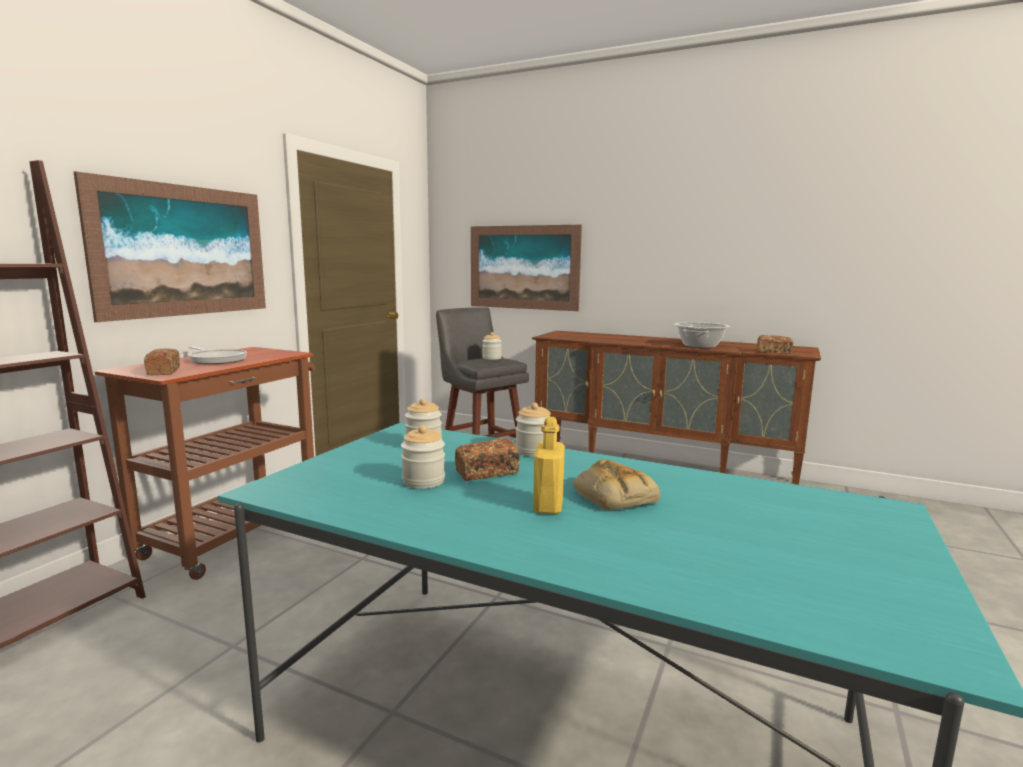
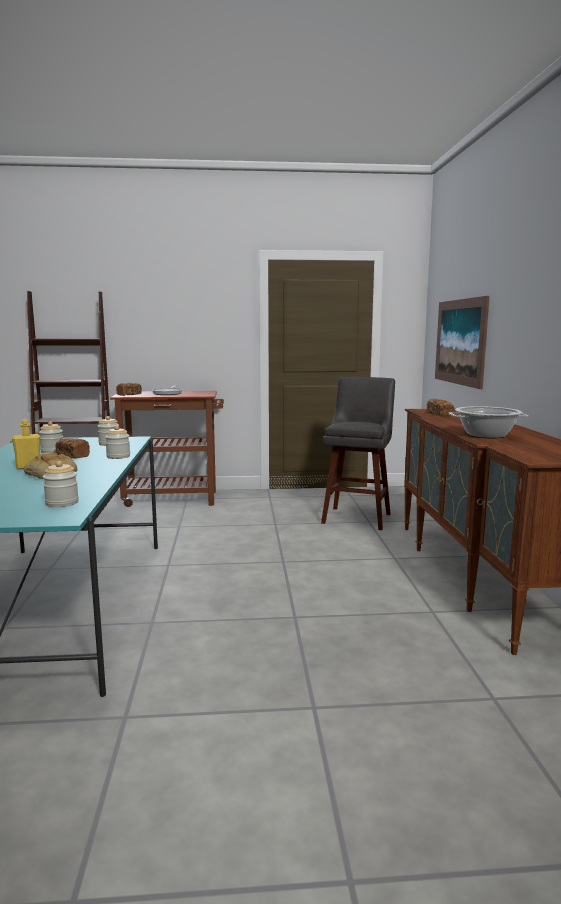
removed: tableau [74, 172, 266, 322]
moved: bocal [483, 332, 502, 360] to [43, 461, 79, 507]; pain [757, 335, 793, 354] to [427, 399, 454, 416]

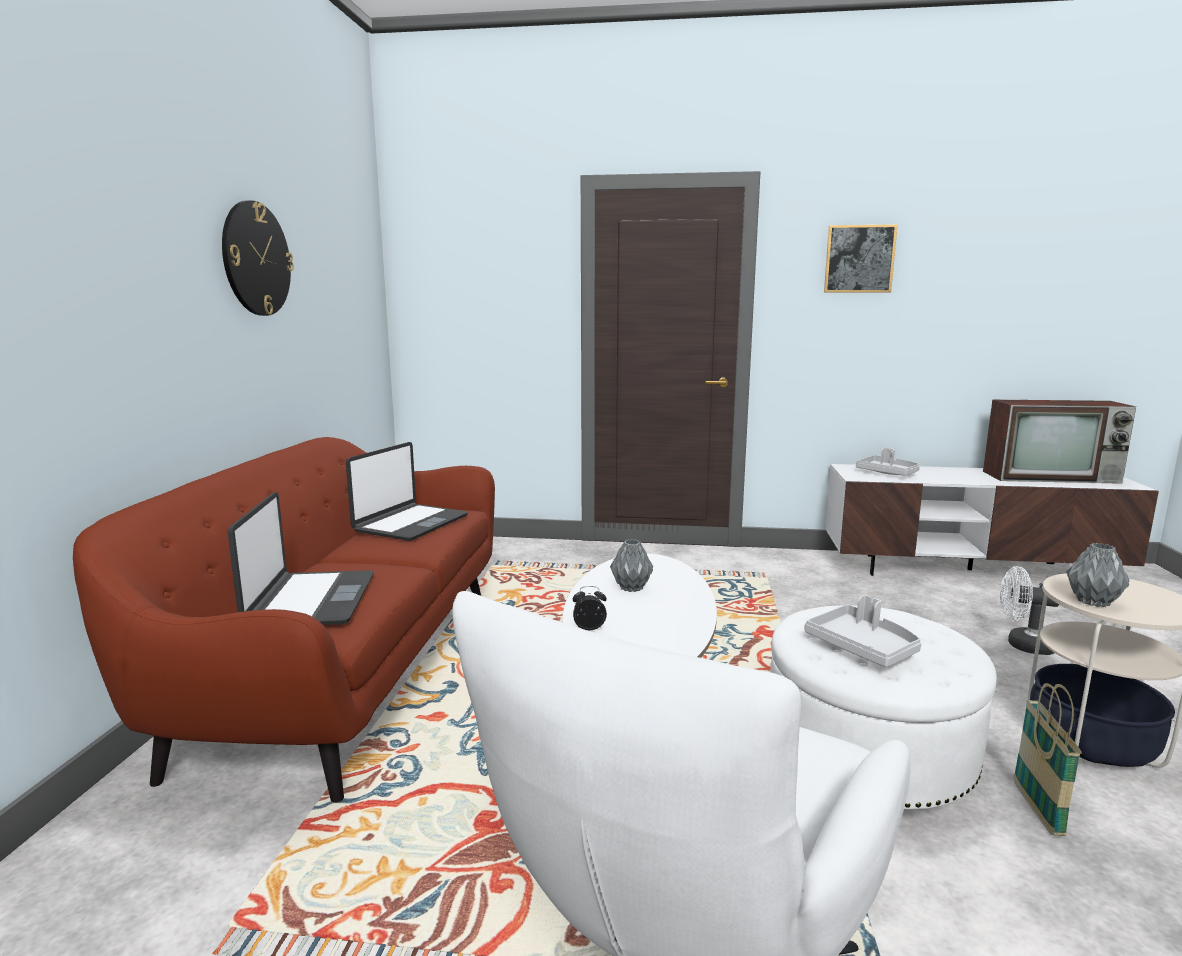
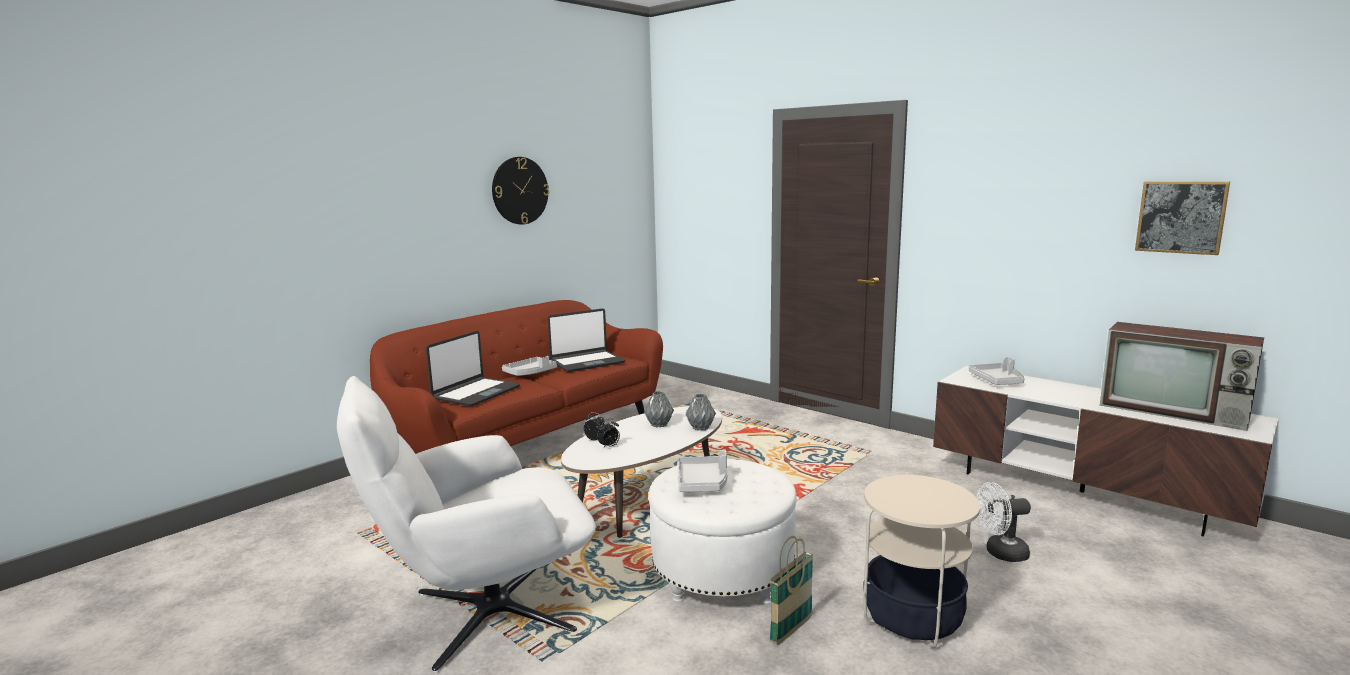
added: plateau [gris] [502, 356, 557, 376]; réveil [597, 419, 620, 449]
moved: tableau [824, 224, 898, 293] to [1135, 181, 1230, 255]; vase [gris] [1066, 543, 1130, 607] to [686, 394, 716, 431]
turned: ventilateur [blanc] [1000, 566, 1059, 655] = [977, 482, 1031, 562] 60 degrees counterclockwise

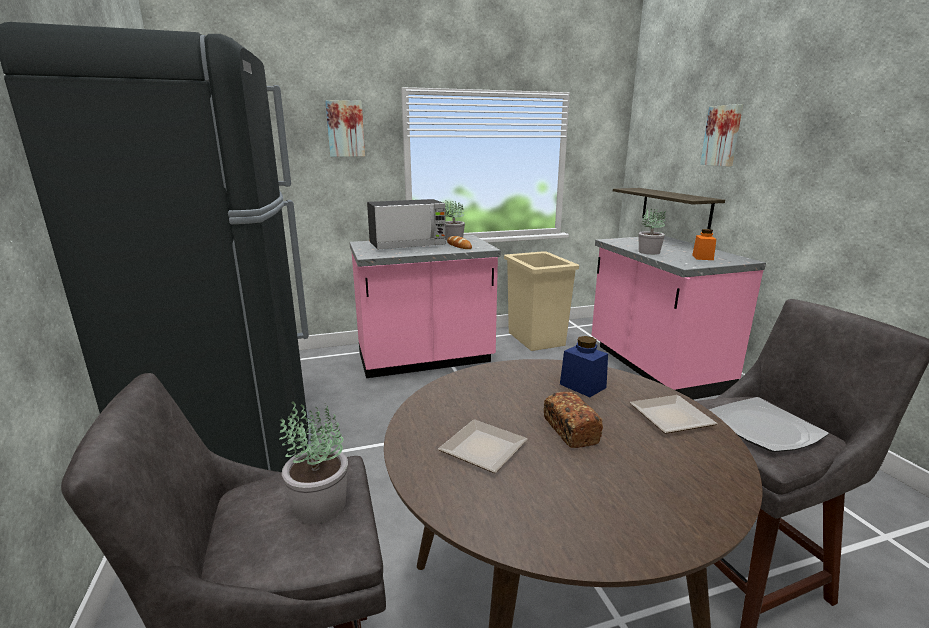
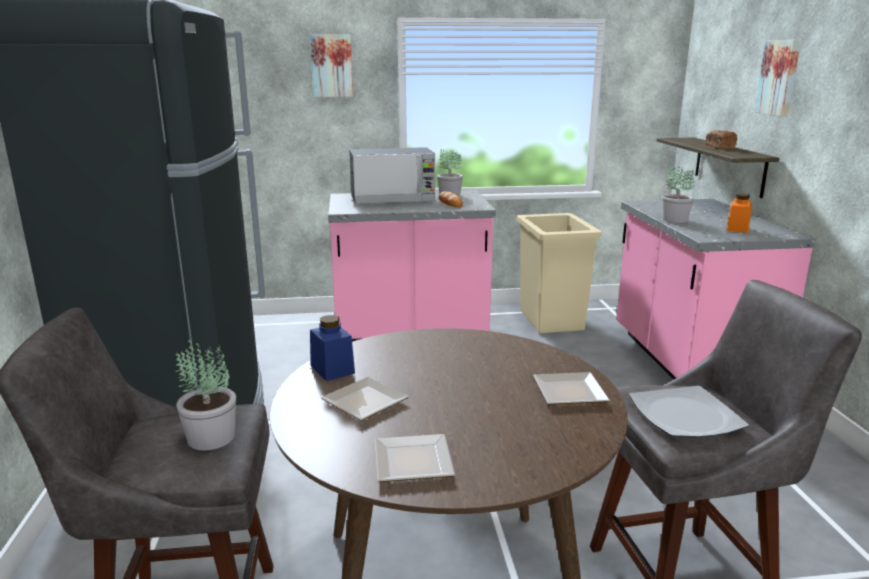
added: assiette [375, 434, 455, 482]
moved: pain [544, 391, 603, 448] to [705, 130, 738, 149]; bocal [bleu] [560, 336, 608, 397] to [310, 315, 355, 381]

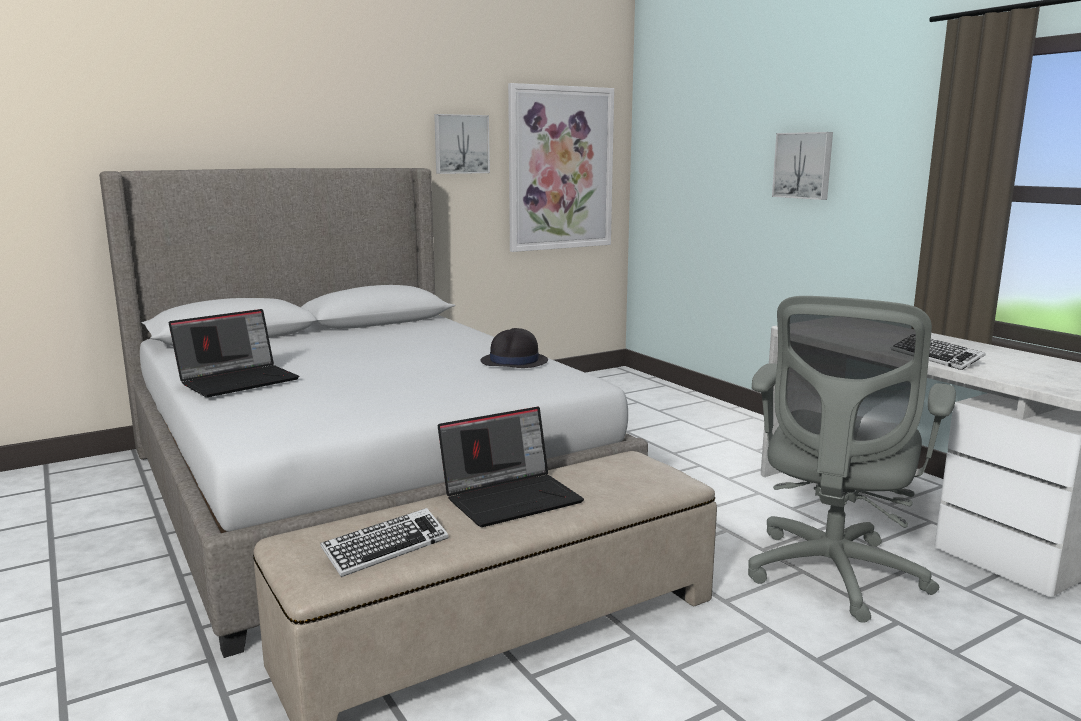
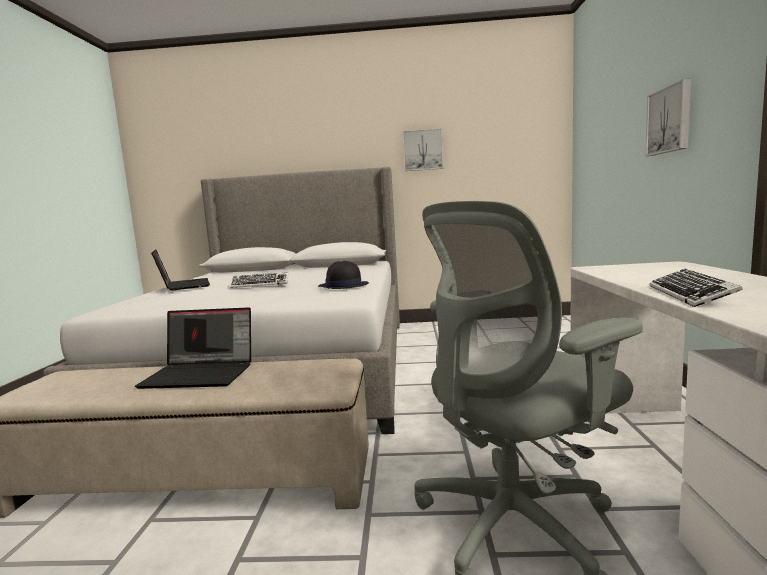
removed: tableau [508, 83, 614, 252]
moved: clavier [320, 508, 449, 577] to [230, 272, 288, 288]
turned: ordinateur portable [169, 309, 299, 397] = [151, 249, 210, 291] 105 degrees counterclockwise

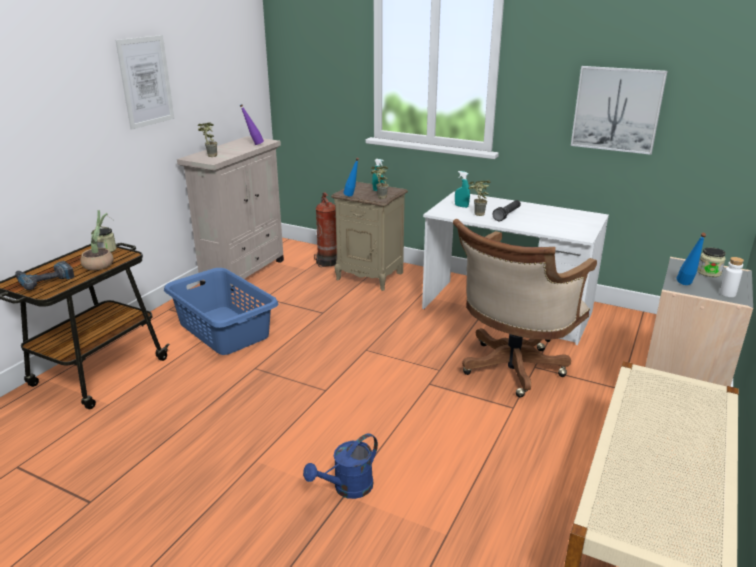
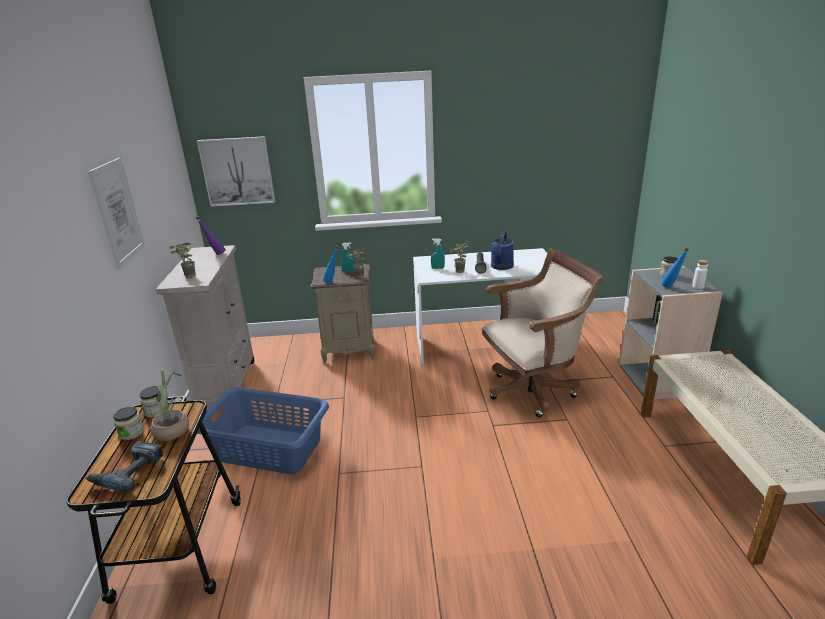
removed: extincteur [314, 192, 337, 267]
added: bocal [113, 407, 144, 440]
moved: arrosoir [bleu] [303, 433, 378, 499] to [491, 232, 514, 270]; tableau [571, 66, 668, 155] to [197, 136, 276, 207]
turned: chaise de bureau [453, 219, 597, 397] = [482, 248, 605, 417] 120 degrees counterclockwise

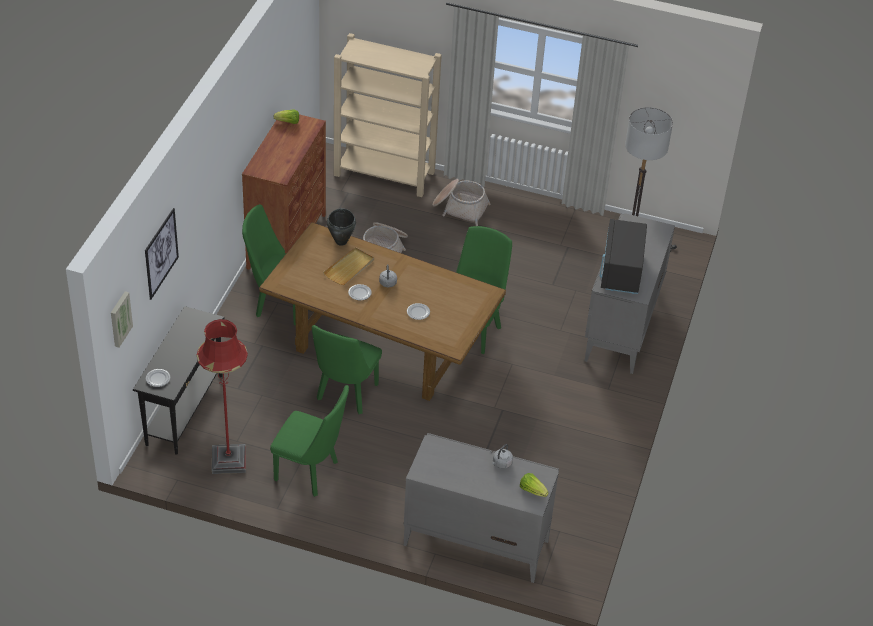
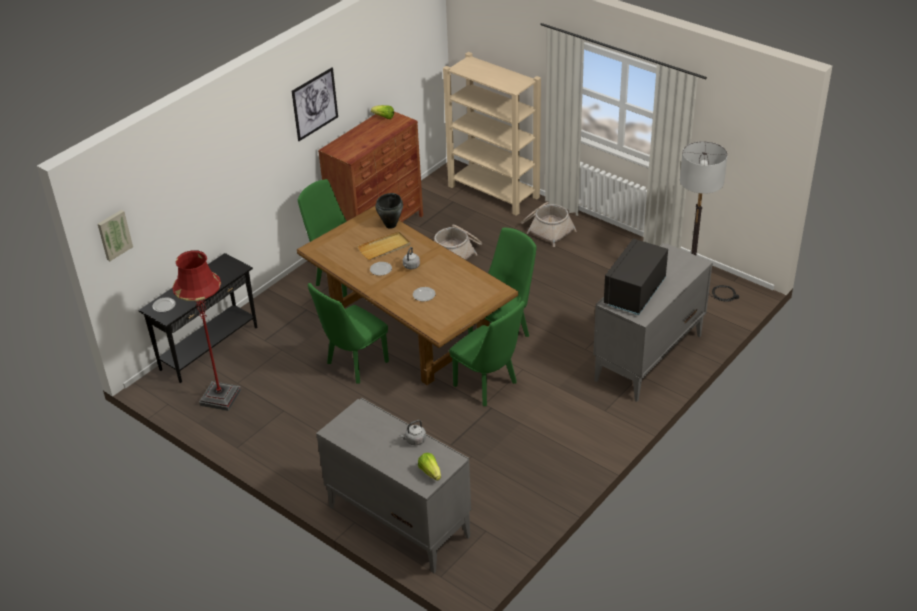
moved: tableau [145, 208, 179, 300] to [292, 67, 338, 141]; chaise [vert] [270, 385, 349, 497] to [449, 301, 525, 406]

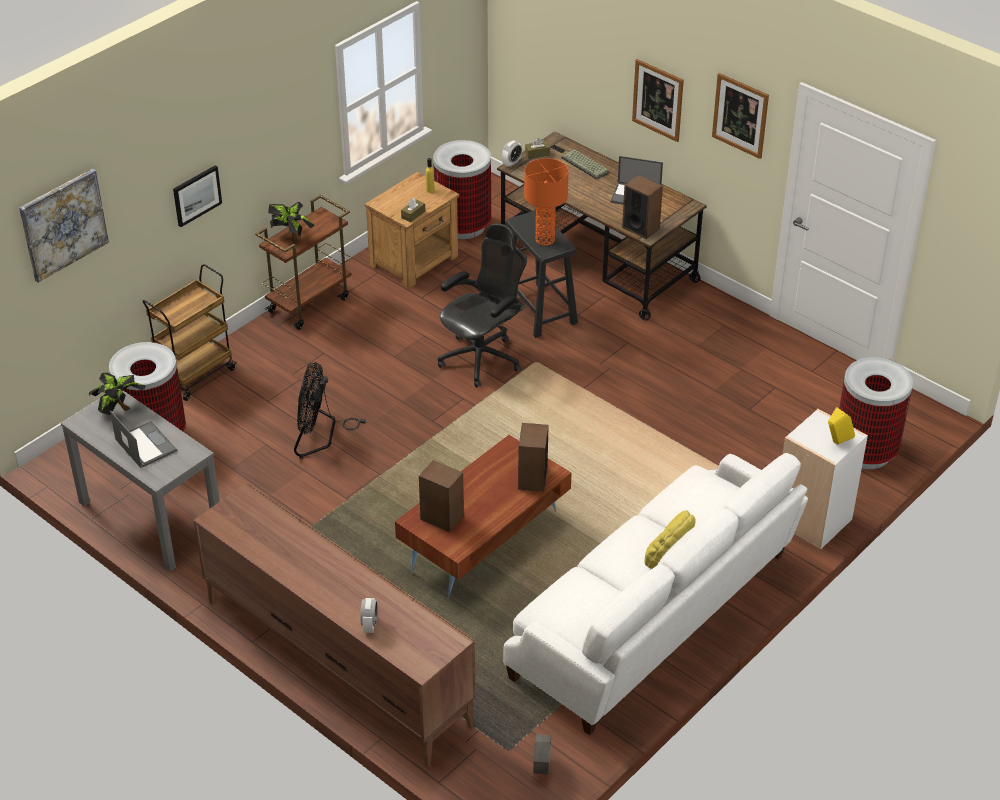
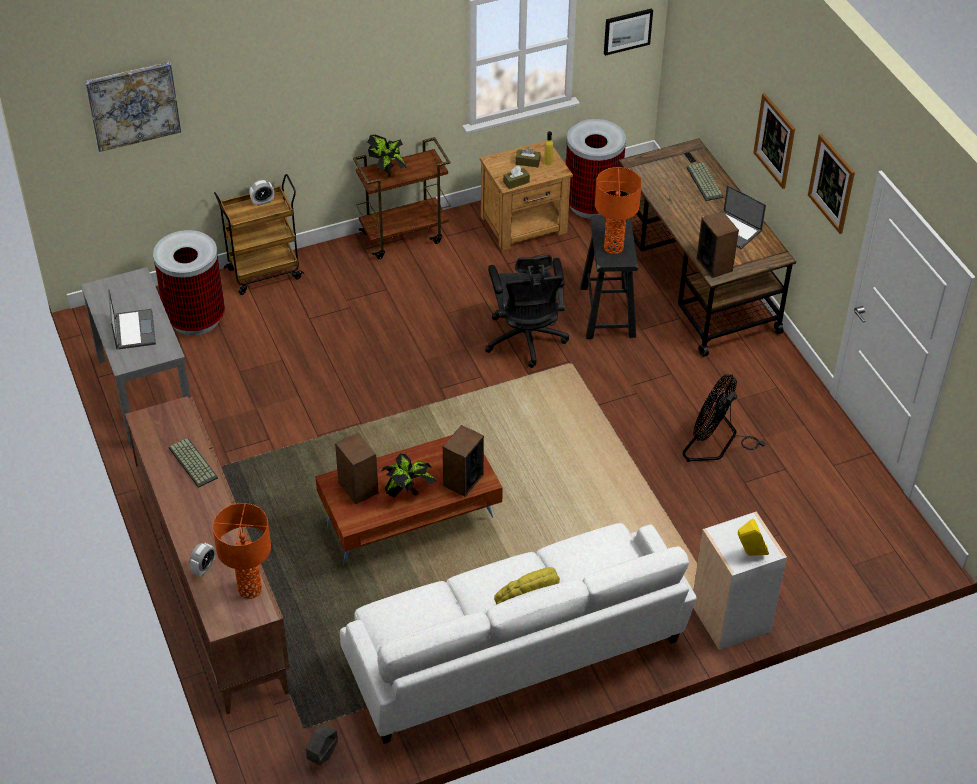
removed: poubelle [839, 357, 913, 469]
added: clavier [169, 438, 218, 488]; lampe de table [orange] [213, 503, 271, 599]
moved: plante en pot [89, 373, 146, 415] to [381, 454, 437, 498]; tableau [173, 165, 222, 227] to [604, 8, 653, 56]; ventilateur [noir] [294, 362, 366, 459] to [683, 374, 766, 462]; réveil [502, 141, 522, 167] to [249, 180, 274, 206]; boîte à mouchoirs [marron] [525, 138, 550, 159] to [516, 147, 541, 167]
turned: chaise de bureau [438, 223, 527, 388] = [485, 255, 569, 368] 105 degrees clockwise

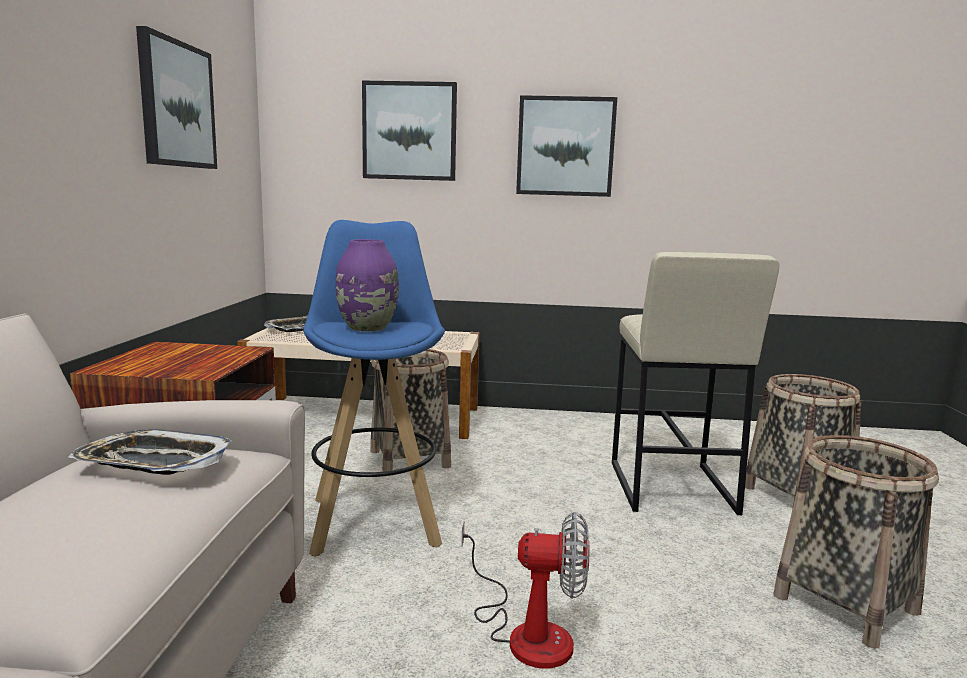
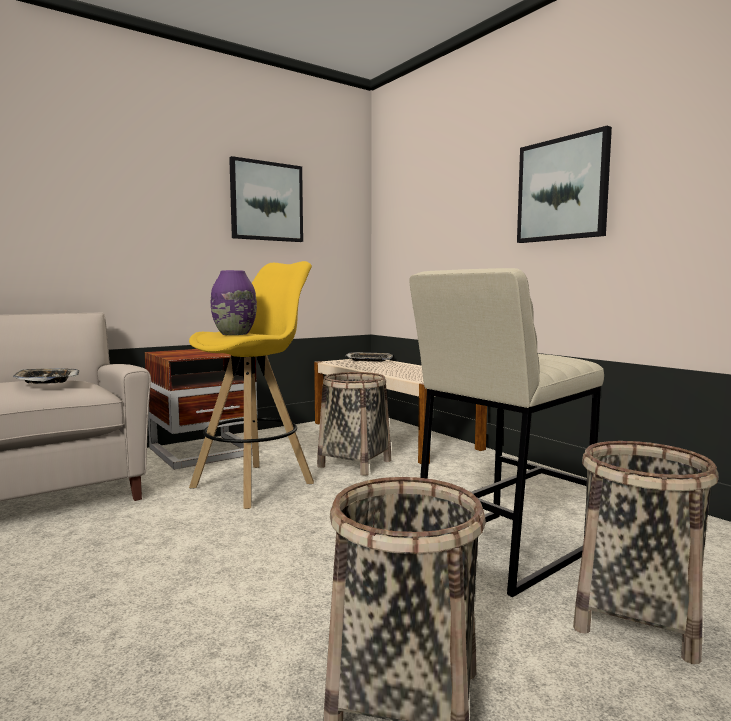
removed: tableau [362, 81, 457, 181]; ventilateur [461, 512, 589, 669]
recoloured: tabouret [bleu] [303, 220, 445, 557] to tabouret [jaune] [189, 261, 314, 509]

